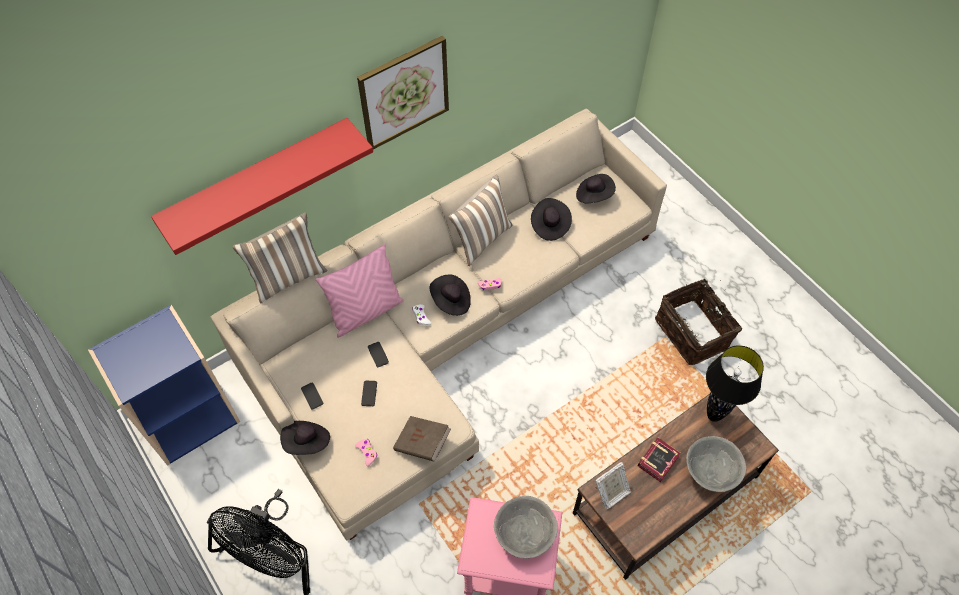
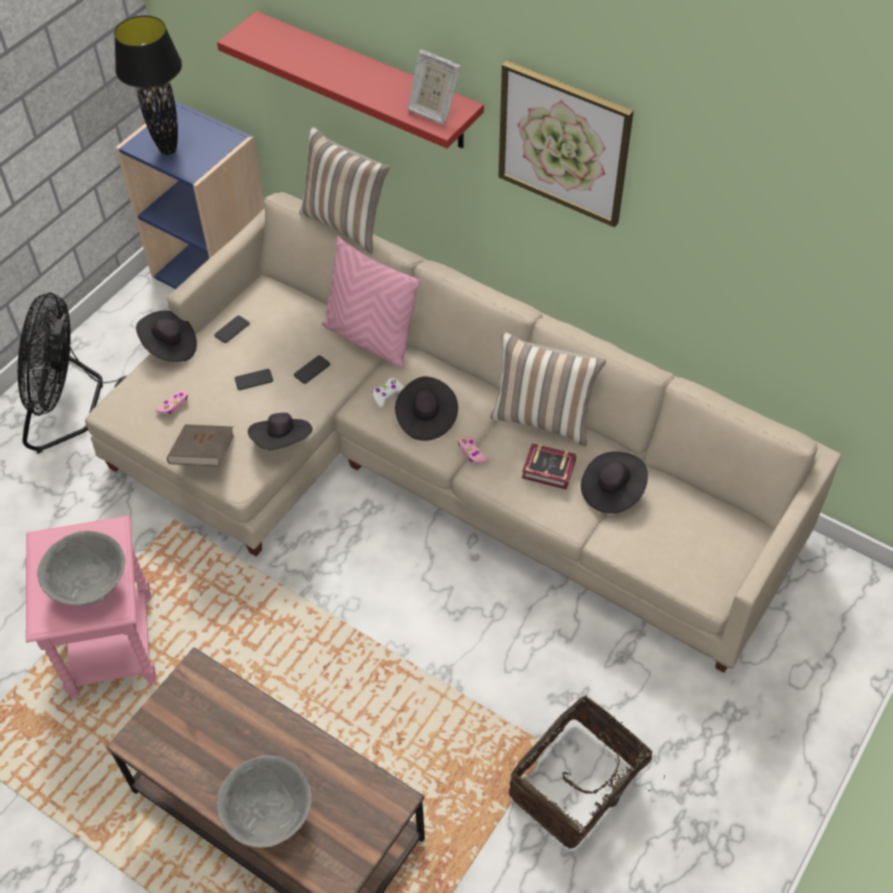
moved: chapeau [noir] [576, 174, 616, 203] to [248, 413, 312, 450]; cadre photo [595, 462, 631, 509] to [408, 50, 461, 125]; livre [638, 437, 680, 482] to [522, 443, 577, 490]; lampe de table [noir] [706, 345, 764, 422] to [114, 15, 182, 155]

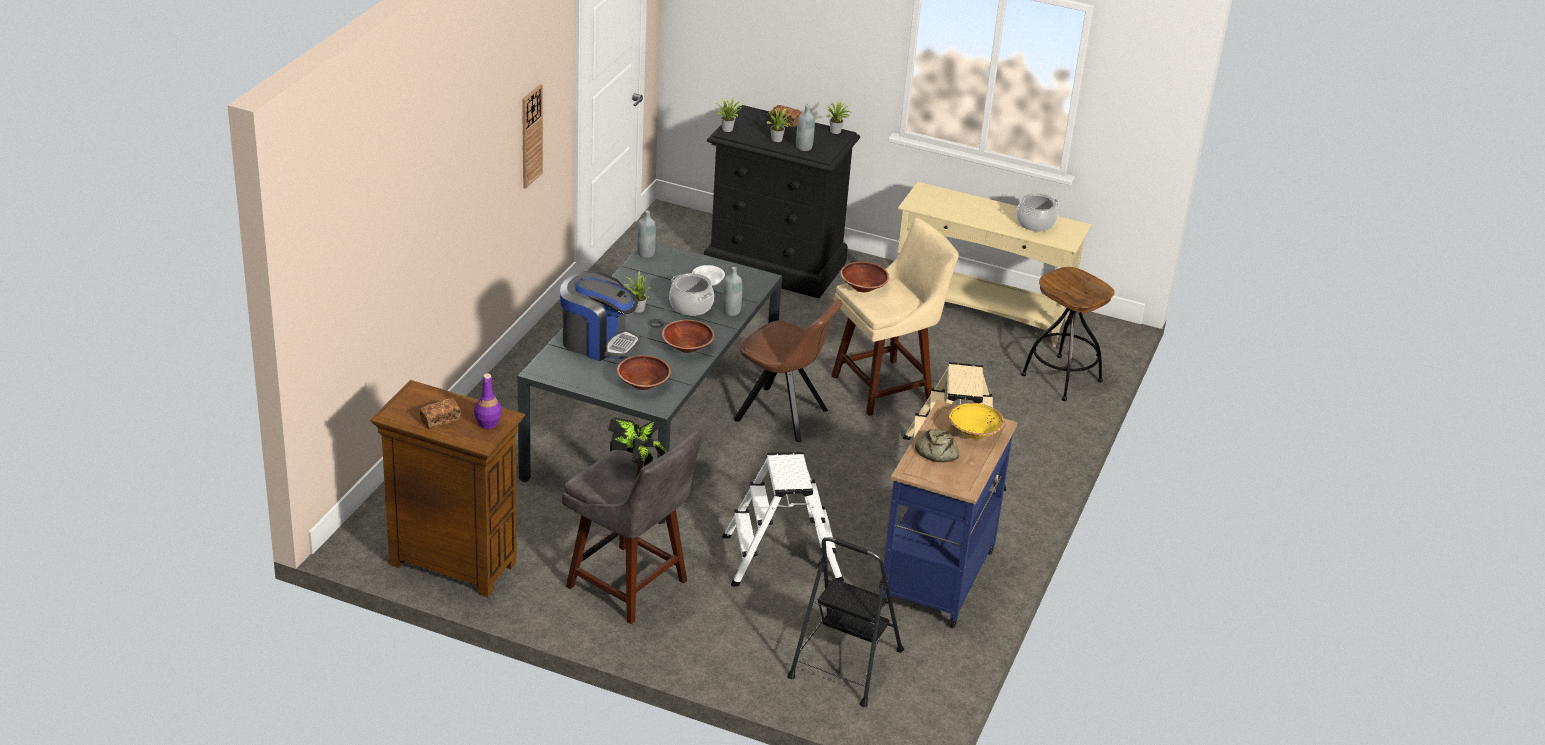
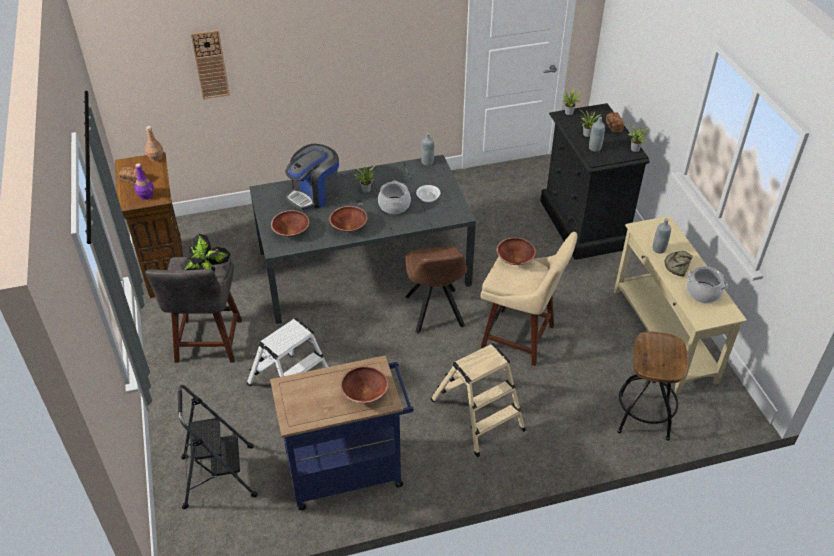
added: bouteille [marron] [145, 126, 163, 162]
moved: horloge murale [522, 84, 543, 189] to [190, 30, 230, 99]; bouteille [gris] [722, 267, 743, 316] to [653, 218, 671, 254]; pain [915, 429, 959, 462] to [665, 251, 693, 276]
recoloured: bol [jaune] [948, 403, 1004, 439] to bol [marron] [340, 366, 388, 403]
turned: machine à café [560, 271, 641, 361] = [285, 144, 339, 210] 60 degrees clockwise

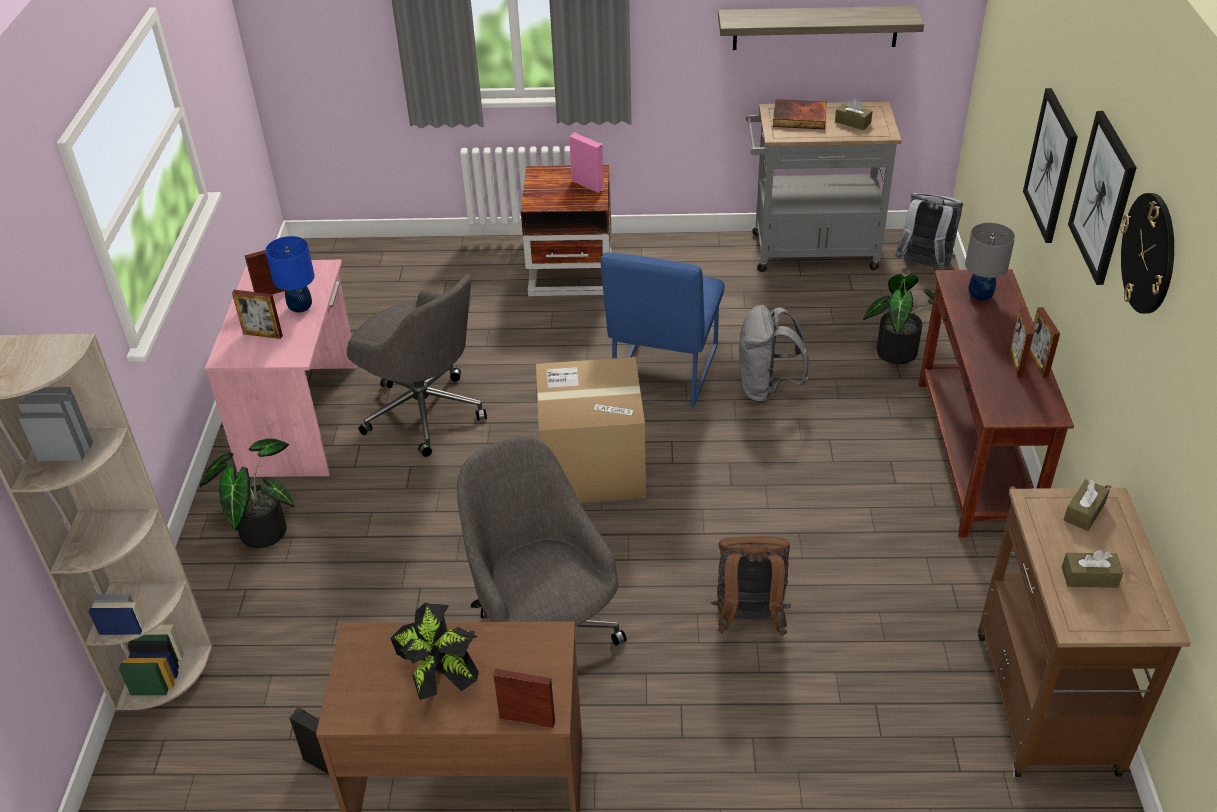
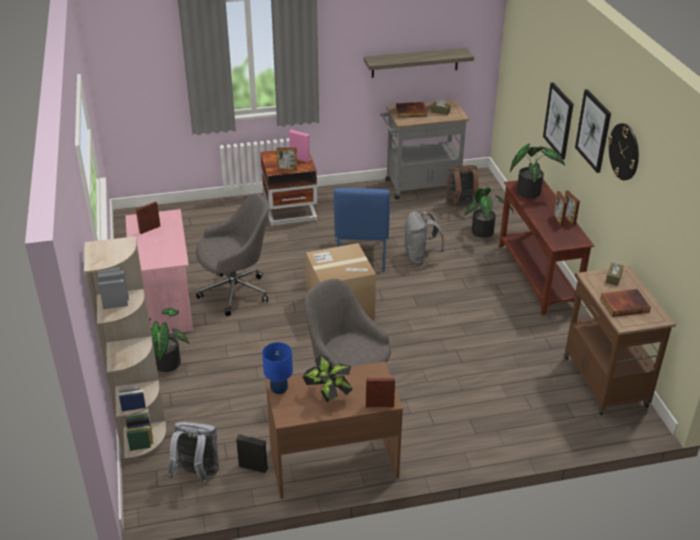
moved: cadre photo [232, 290, 283, 339] to [277, 147, 297, 171]; lampe de table [bleu] [265, 236, 315, 313] to [262, 342, 293, 394]; sac à dos [marron] [711, 536, 791, 636] to [446, 165, 479, 206]; sac à dos [gris] [895, 193, 963, 269] to [168, 422, 219, 485]
replaced: lampe de table [gris] [965, 223, 1015, 301] to plante en pot [510, 143, 565, 198]; boîte à mouchoirs [marron] [1062, 550, 1123, 588] to livre [600, 289, 651, 317]
turned: chaise de bureau [gris] [347, 274, 487, 457] = [196, 193, 268, 316] 45 degrees counterclockwise

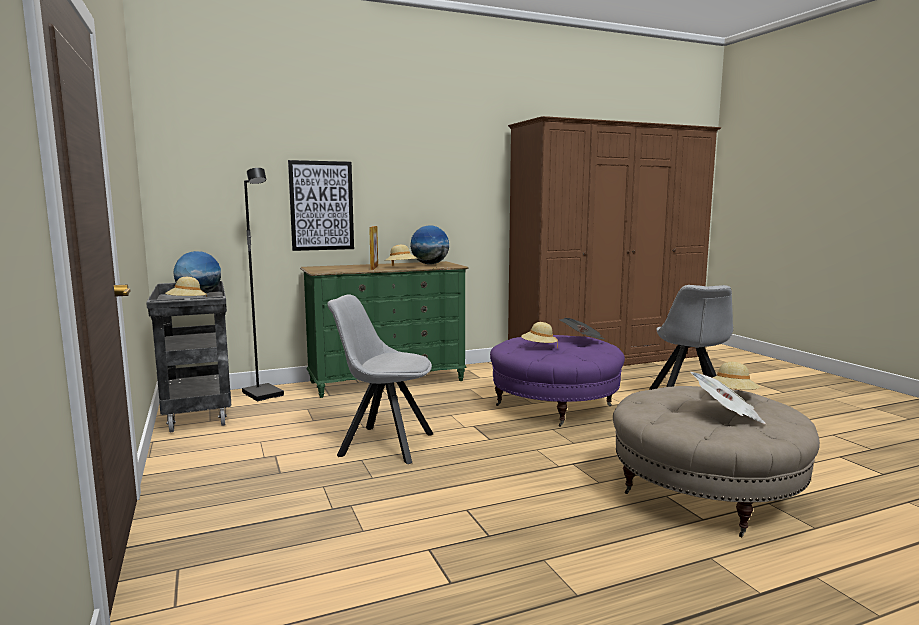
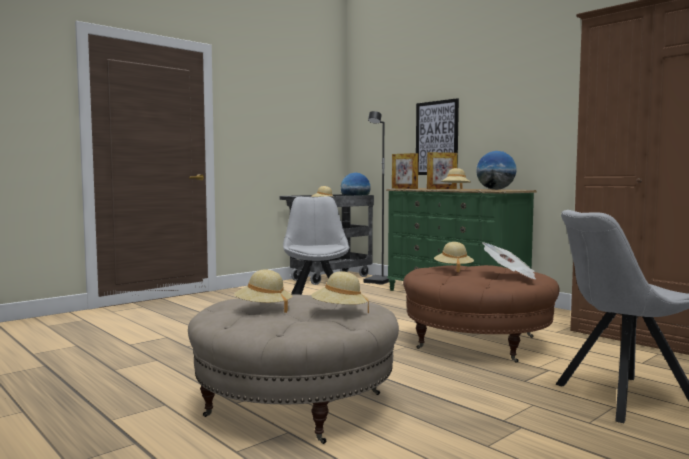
added: cadre photo [392, 153, 418, 189]
replaced: journal [690, 372, 766, 424] to chapeau [beige] [234, 270, 292, 313]
recoloured: pouf [violet] [490, 335, 625, 427] to pouf [marron] [403, 265, 559, 363]

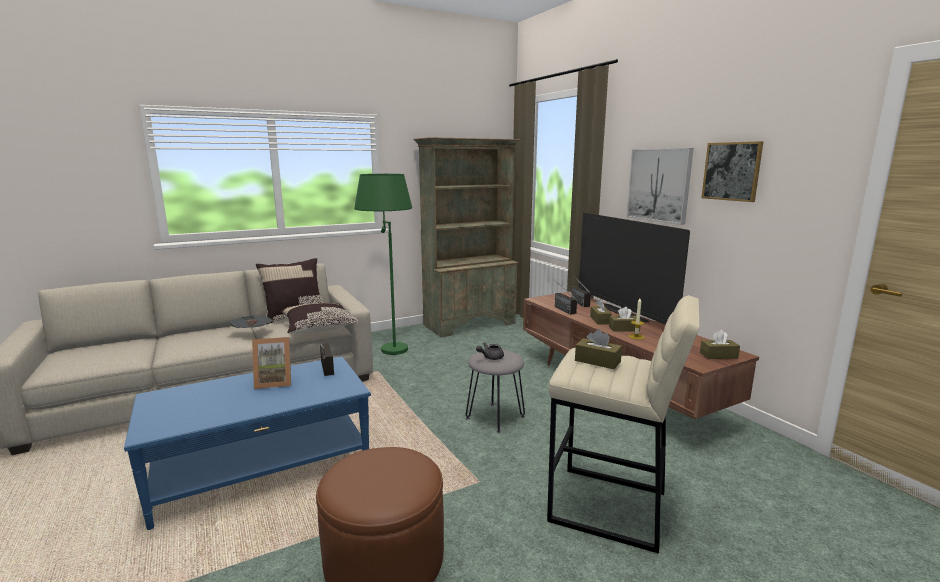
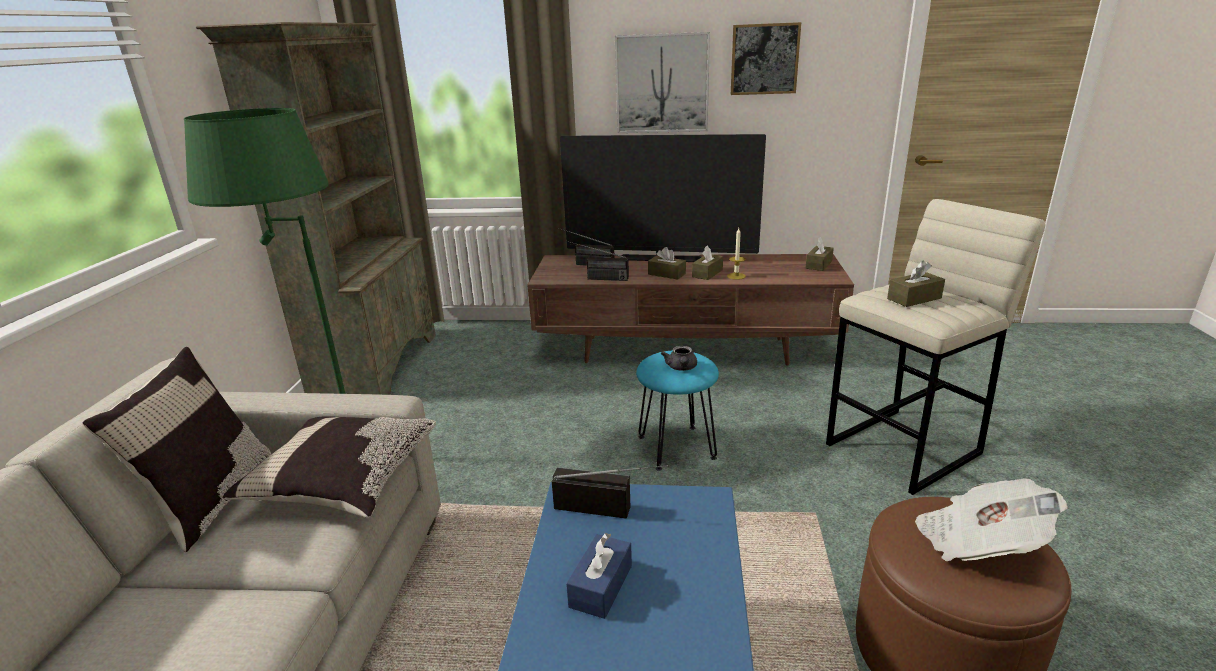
moved: journal [226, 315, 274, 328] to [915, 478, 1068, 561]
replaced: cadre photo [252, 337, 291, 389] to boîte à mouchoirs [bleu] [566, 533, 632, 619]
recoloured: tabouret [gris] [465, 349, 525, 433] to tabouret [turquoise] [636, 350, 719, 471]

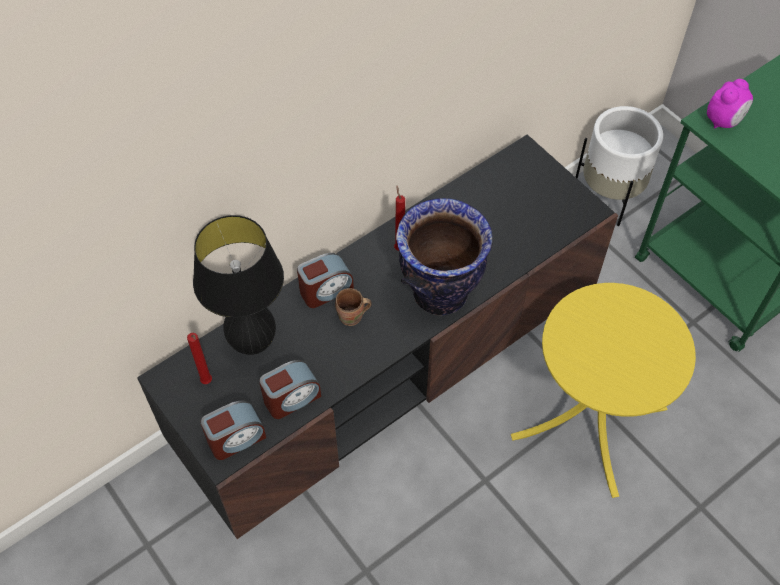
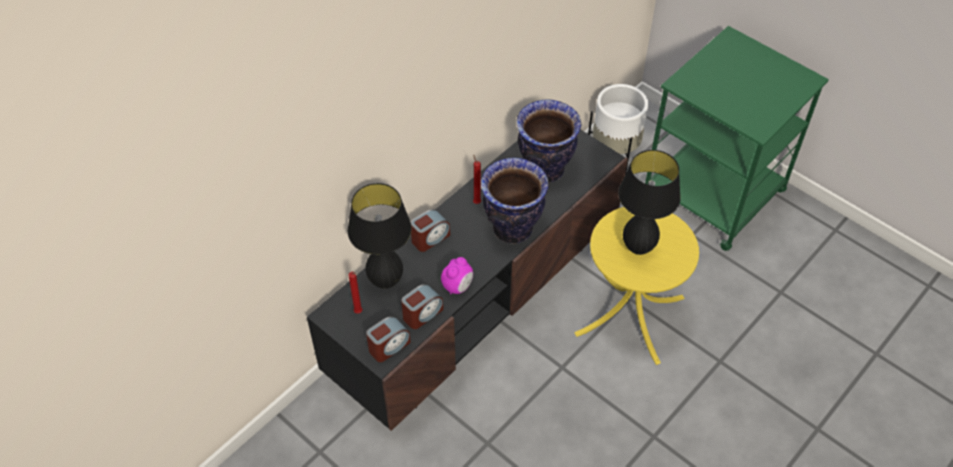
removed: mug [marron] [335, 288, 372, 326]
added: vase [517, 99, 582, 183]; lampe de table [noir] [618, 150, 681, 255]
moved: réveil [707, 79, 753, 129] to [441, 257, 473, 294]

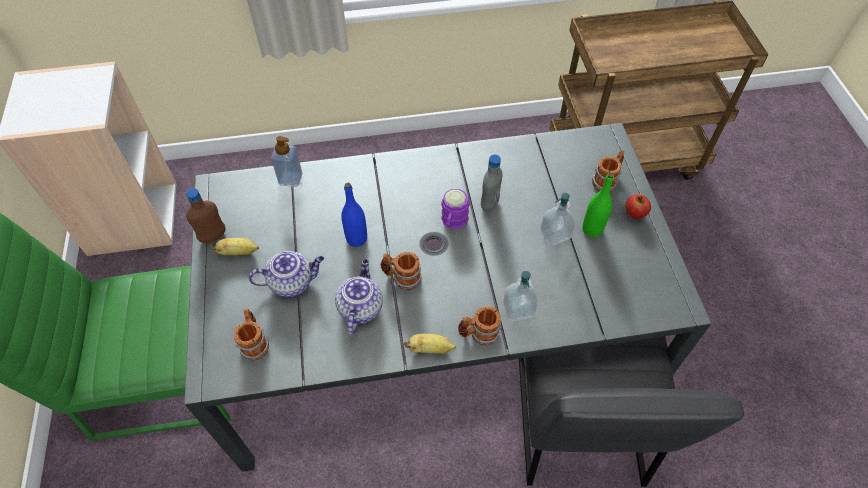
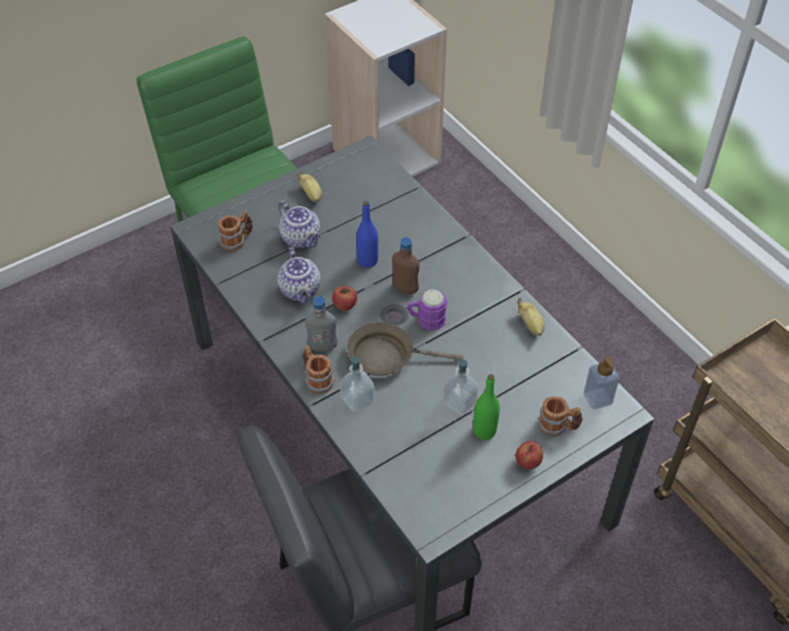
added: poêle [marron] [347, 322, 463, 376]
moved: bouteille [marron] [186, 188, 226, 243] to [392, 237, 419, 294]; distributeur de savon [271, 136, 303, 187] to [584, 356, 619, 409]; banane [404, 333, 456, 354] to [517, 298, 545, 336]; bouteille [gris] [481, 155, 502, 212] to [305, 296, 338, 352]
replaced: mug [380, 252, 422, 290] to pomme [332, 286, 357, 311]
turned: théière [335, 259, 383, 334] = [277, 247, 321, 304] 90 degrees clockwise

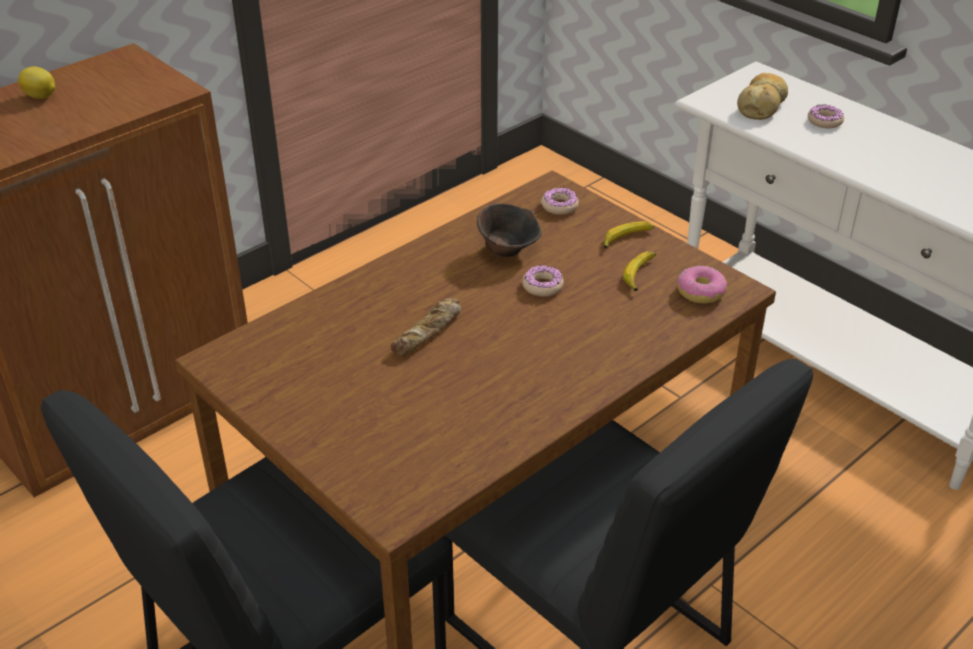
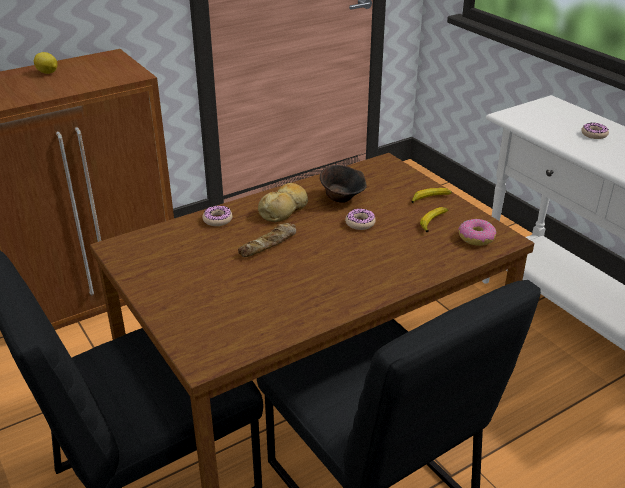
moved: beignet [541, 188, 579, 215] to [202, 206, 233, 226]; pain [737, 73, 788, 120] to [258, 183, 308, 222]

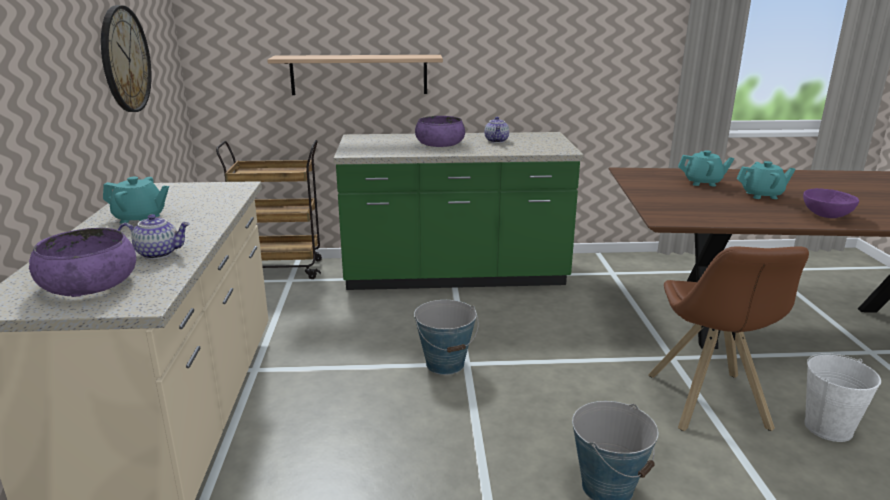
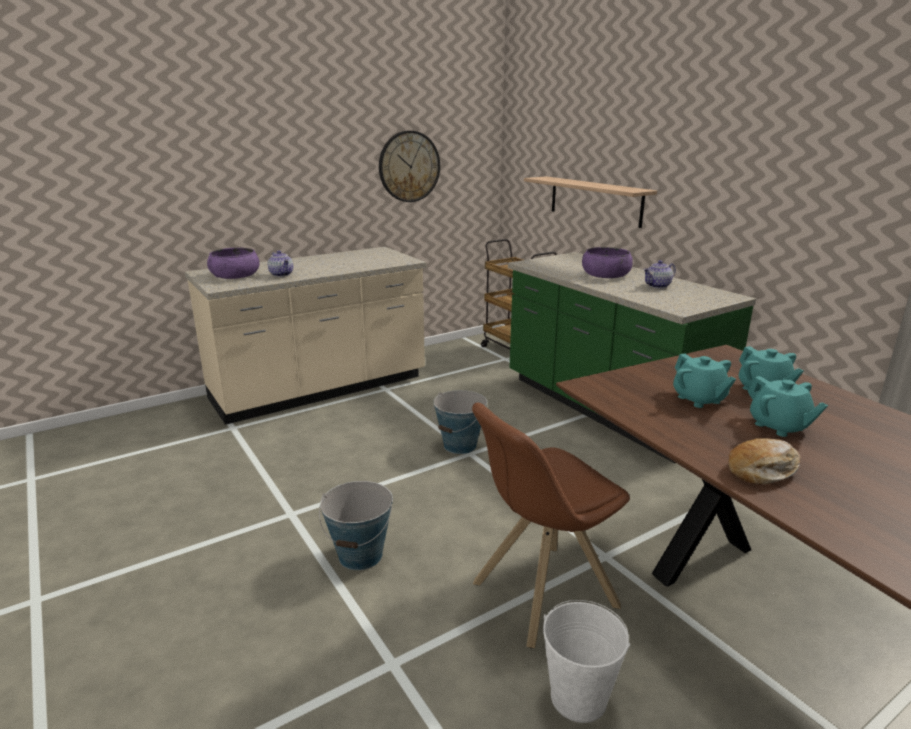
moved: théière [turquoise] [103, 177, 169, 224] to [673, 353, 736, 408]
replaced: bol [violet] [803, 188, 859, 218] to pain [729, 438, 801, 485]

